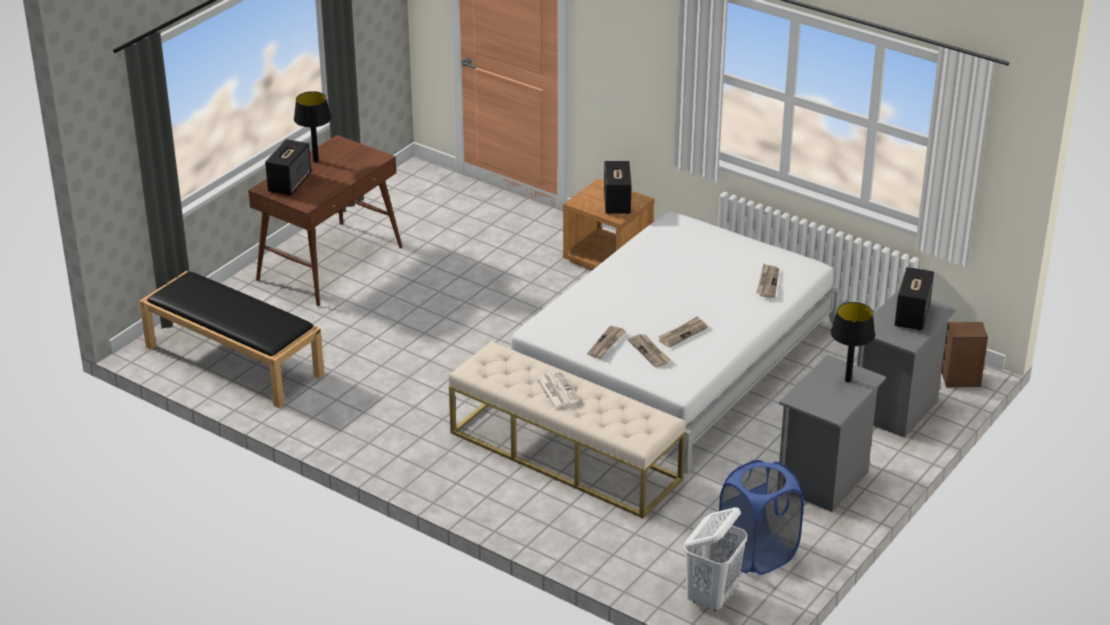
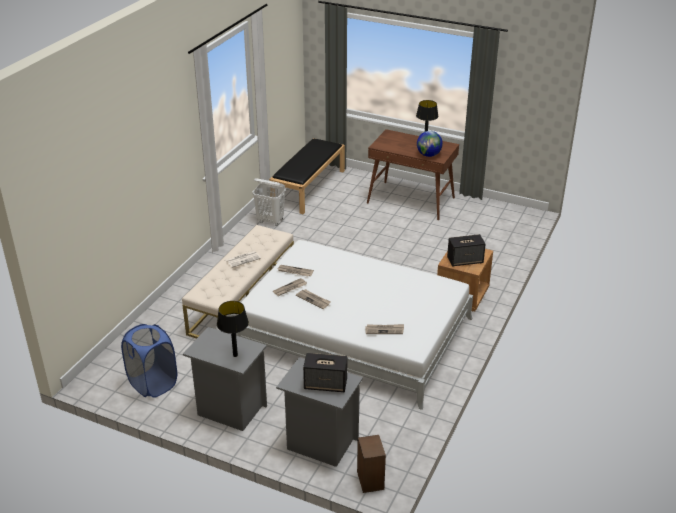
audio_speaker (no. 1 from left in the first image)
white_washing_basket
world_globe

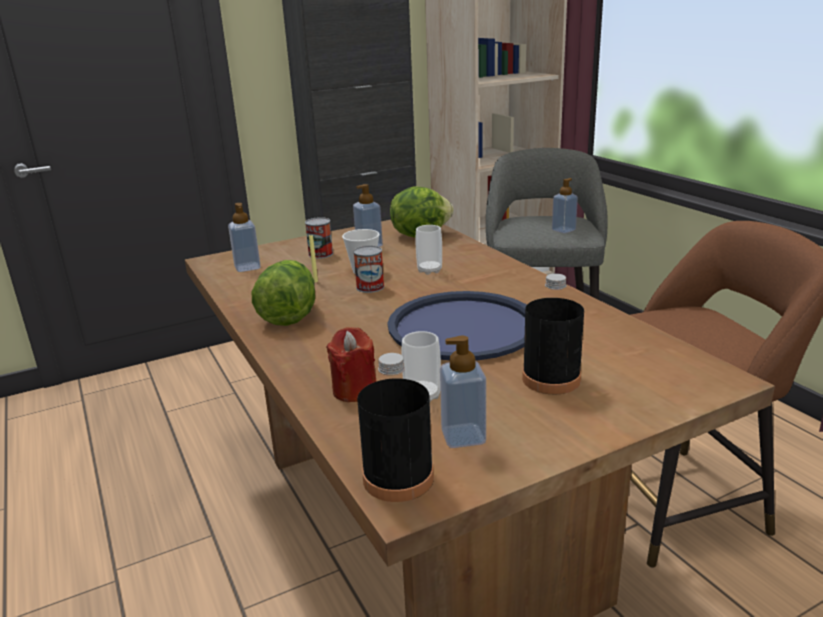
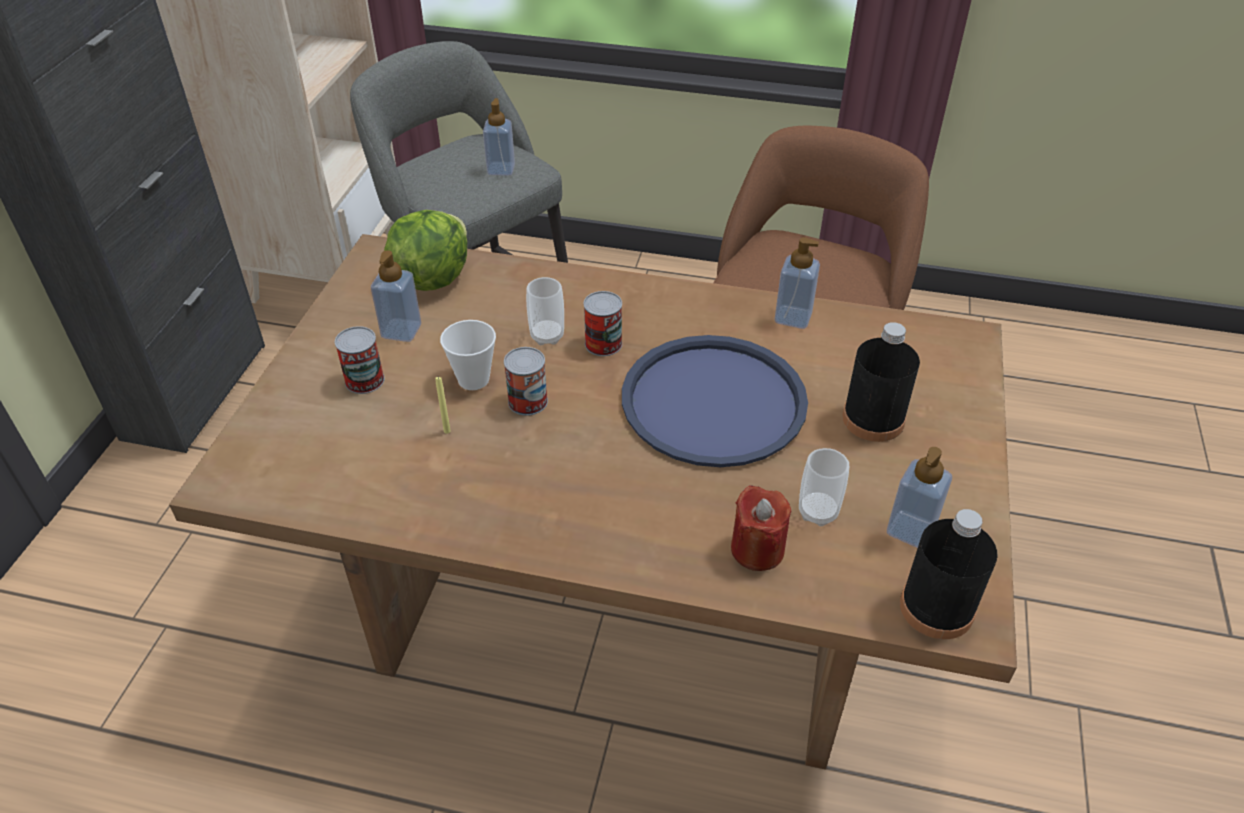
soap_dispenser (no. 3 from left)
head_of_lettuce (no. 1 from left in the first image)
sealed_can (no. 3 from left)

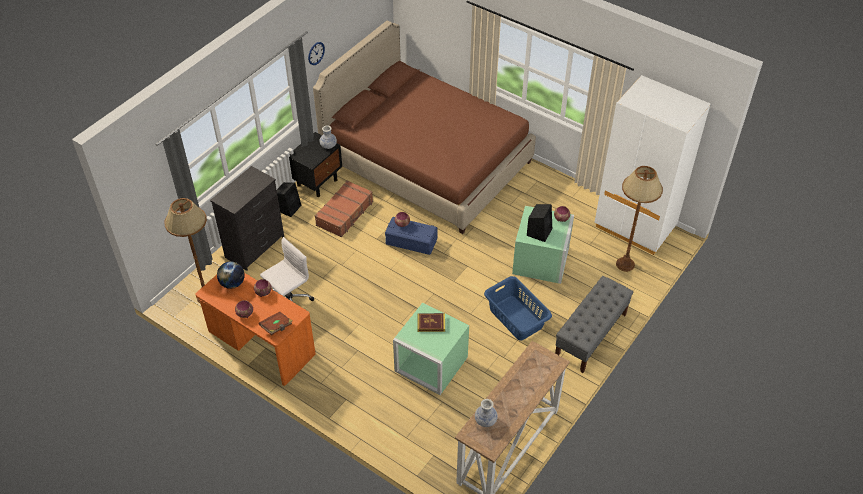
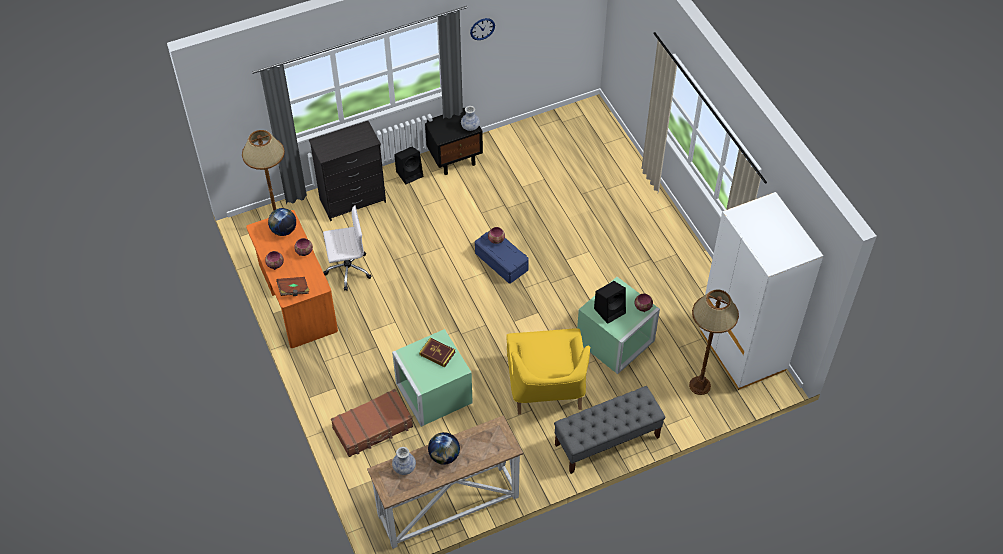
brown_sleeping_bed
brown_suitcase
yellowish_armchair
world_globe (no. 2 from left)

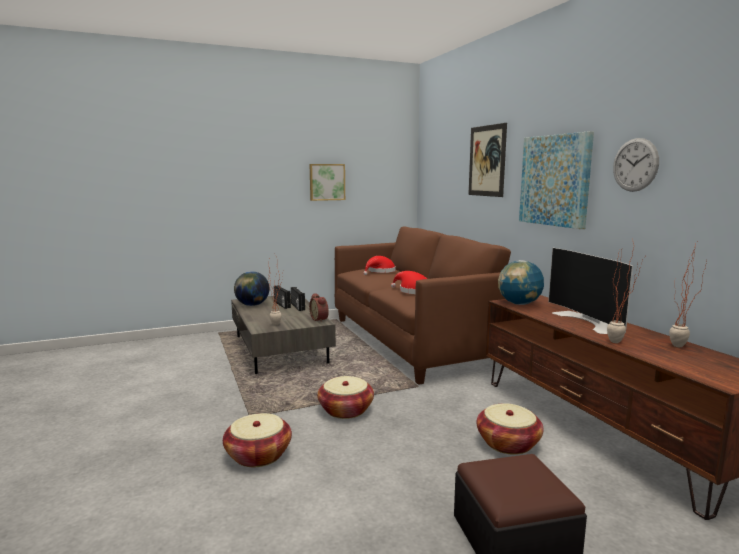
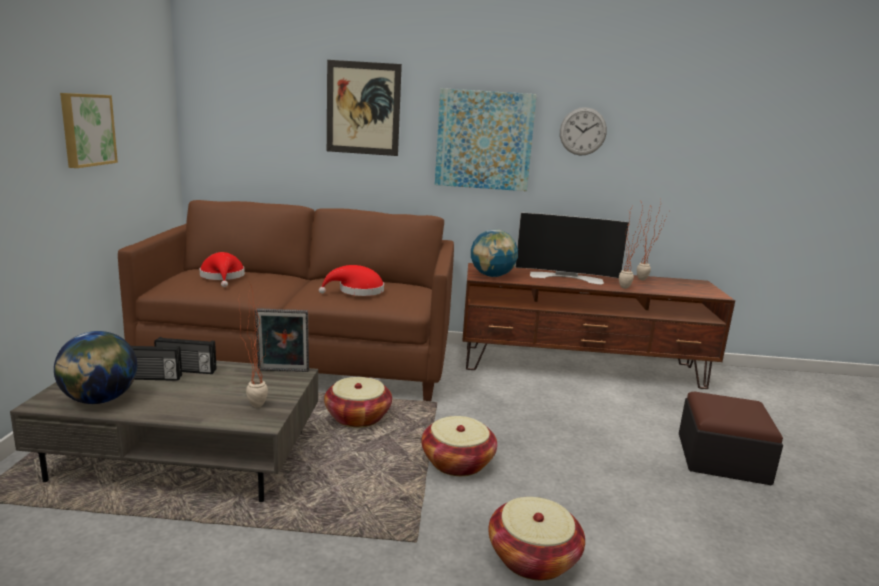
standing_frame
household_basket (no. 1 from left)

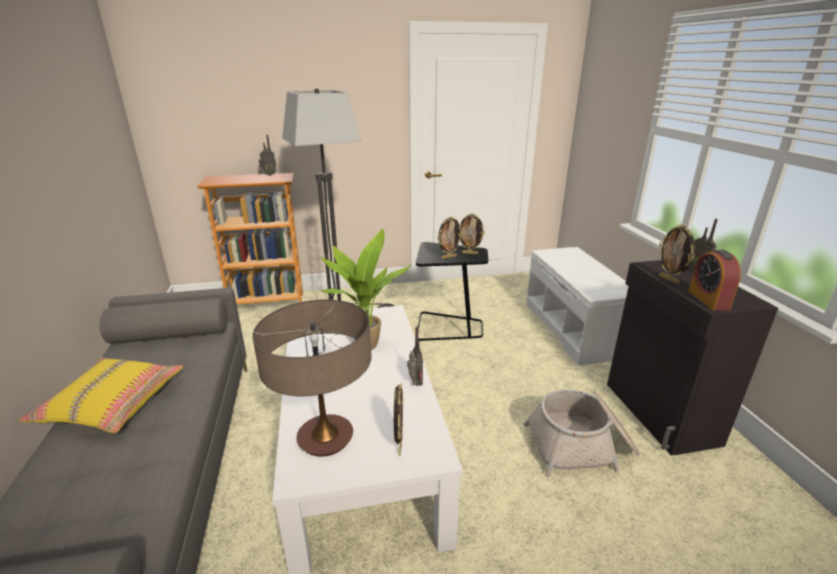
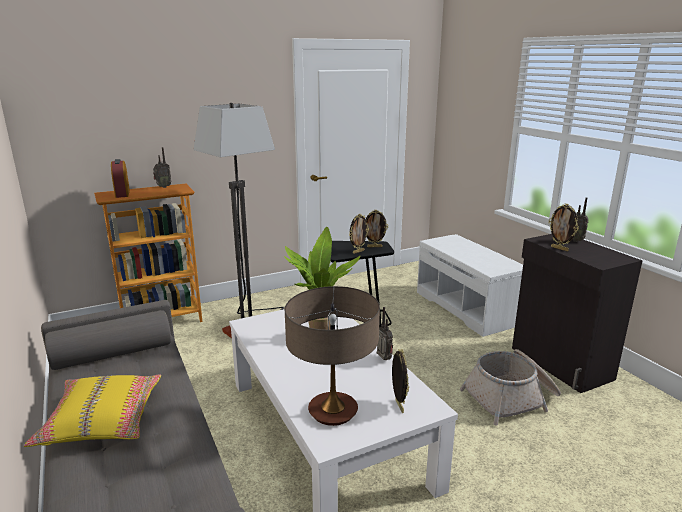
alarm_clock

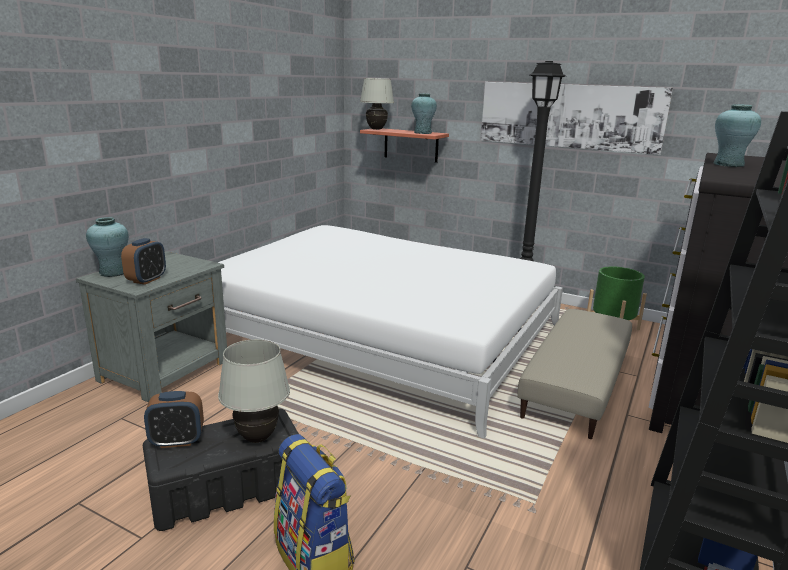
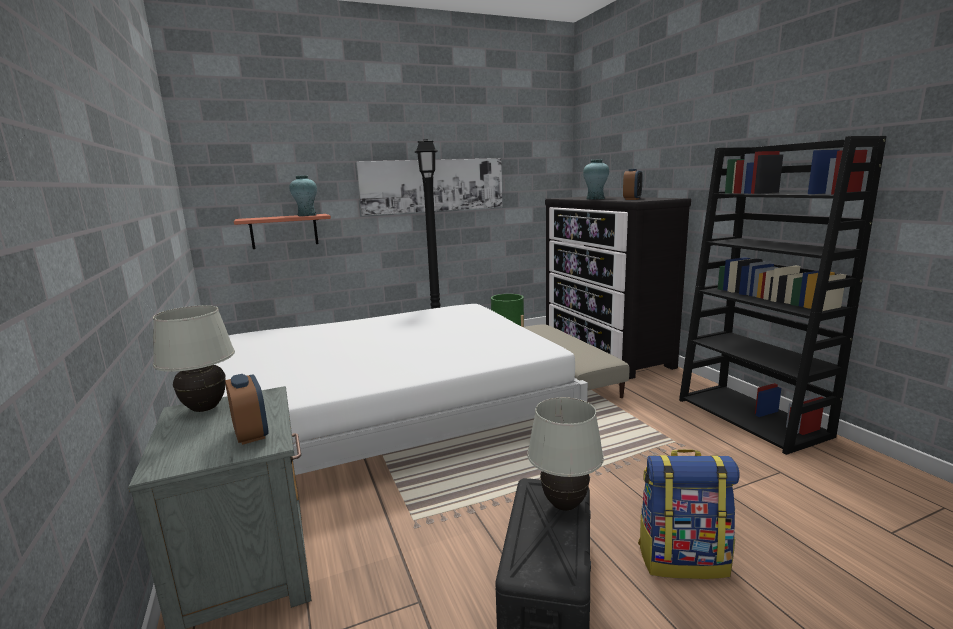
white_tabletop_lamp (no. 1 from left)
turquoise-coloured_decorative_vase (no. 1 from left in the first image)
alarm_clock (no. 2 from left)

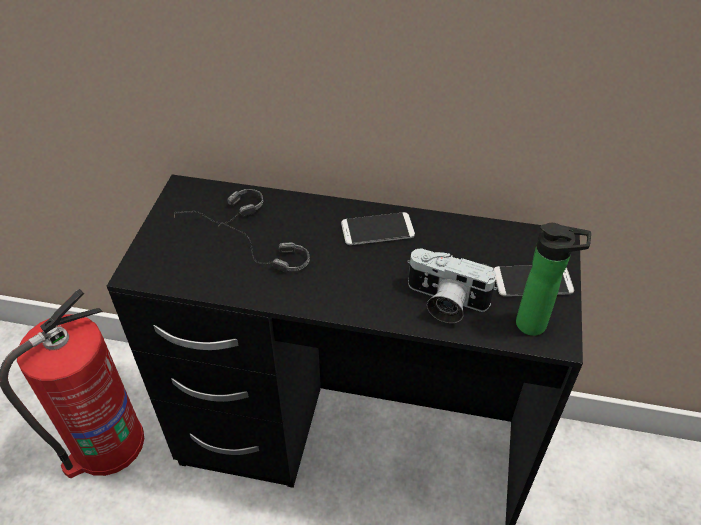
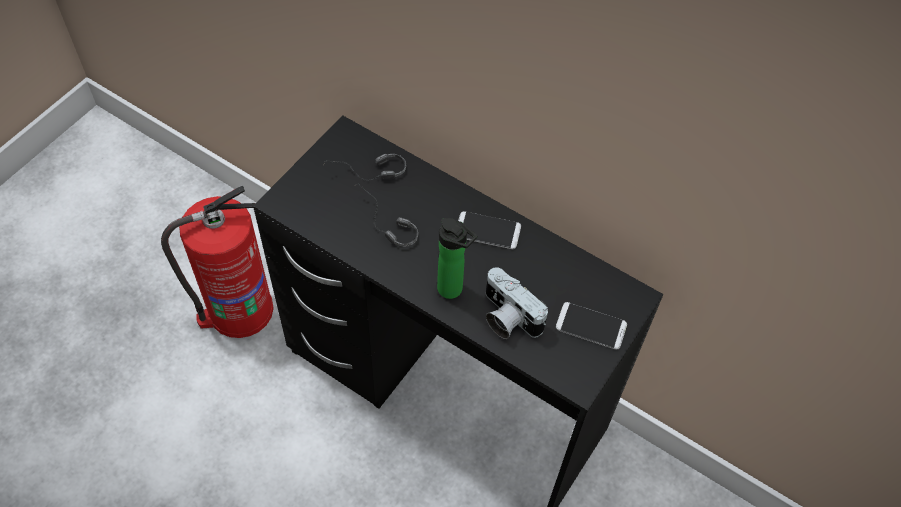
drink_bottle

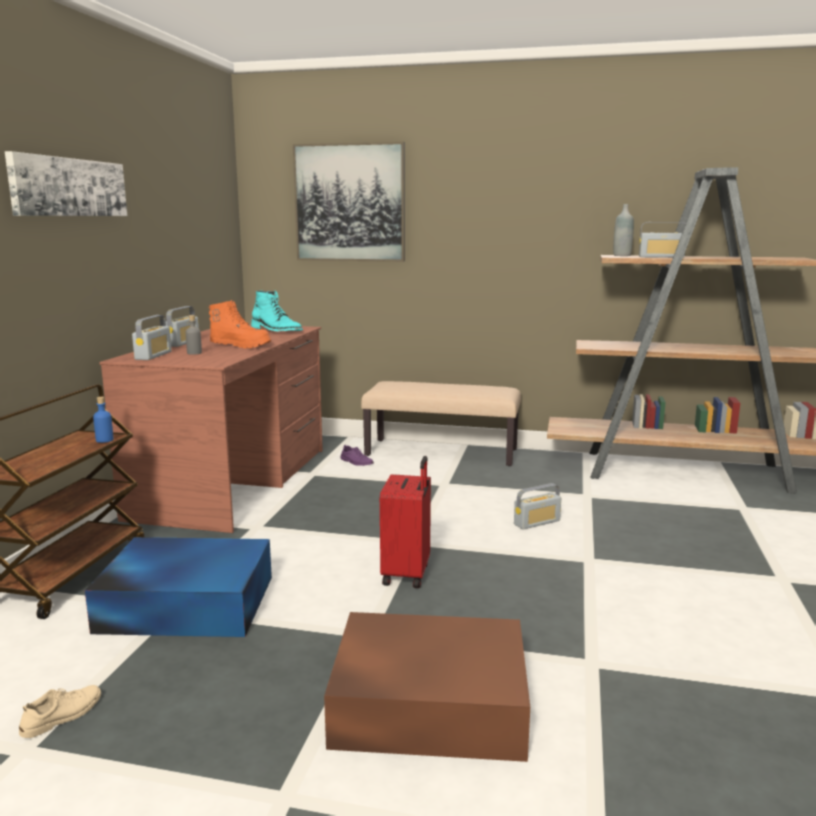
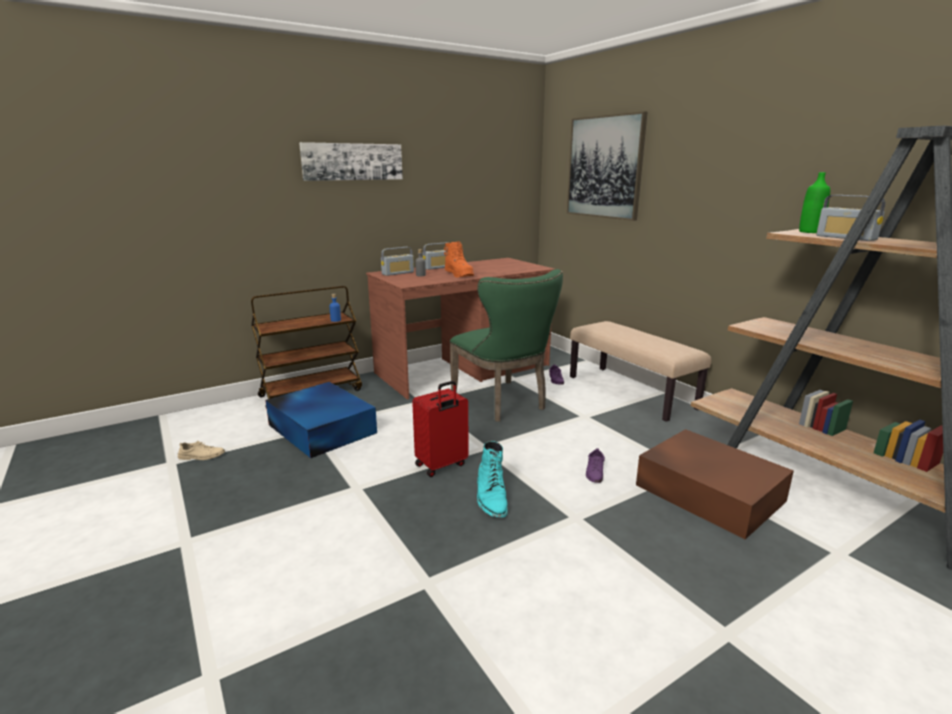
greenish_drink_bottle
turquoise-coloured_high-top_boot
purple-coloured_item_of_footwear (no. 2 from left)
brown_storage_container
greenish_chair

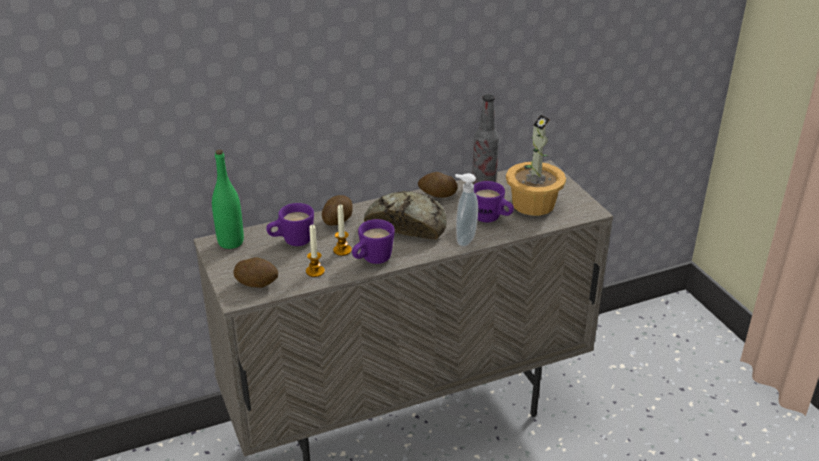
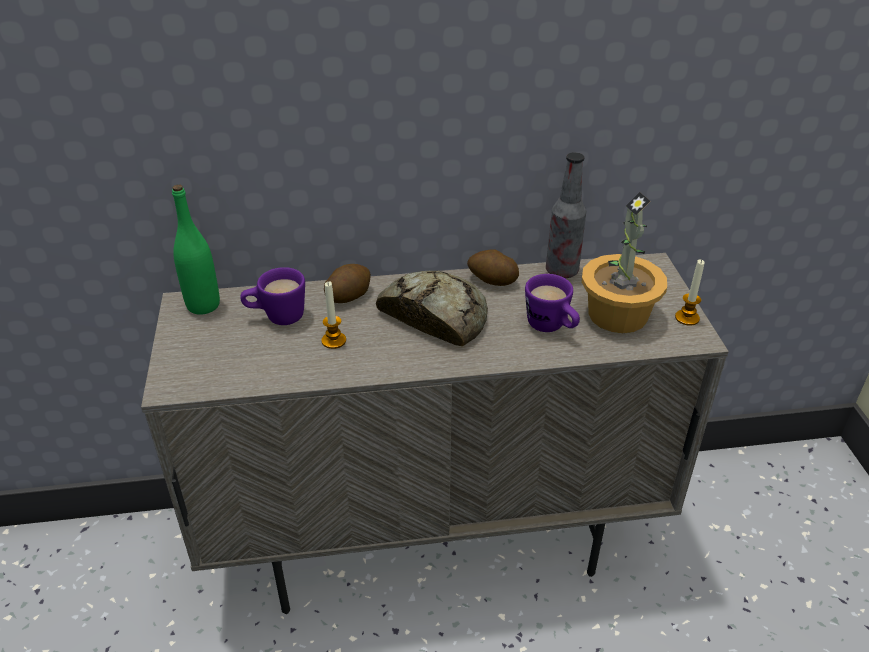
soap_dispenser
purple-coloured_coffee_mug (no. 2 from left in the first image)
wax_candle (no. 2 from left)
potato (no. 1 from left in the first image)

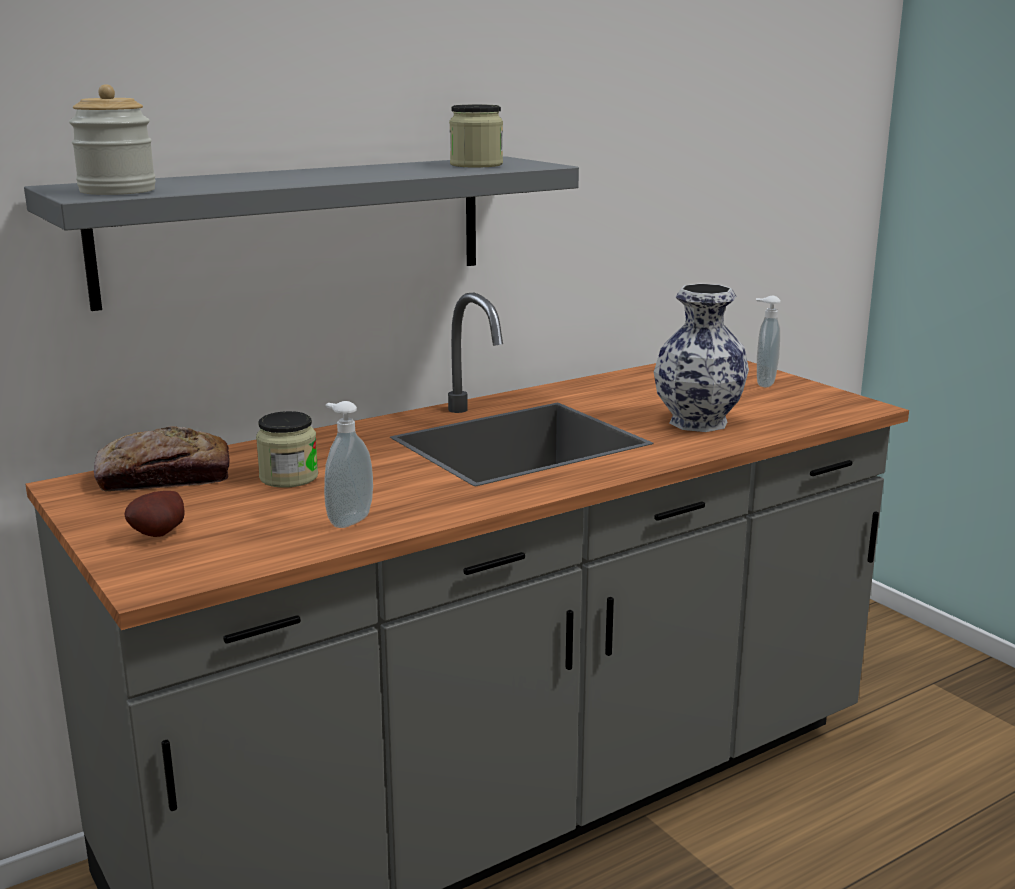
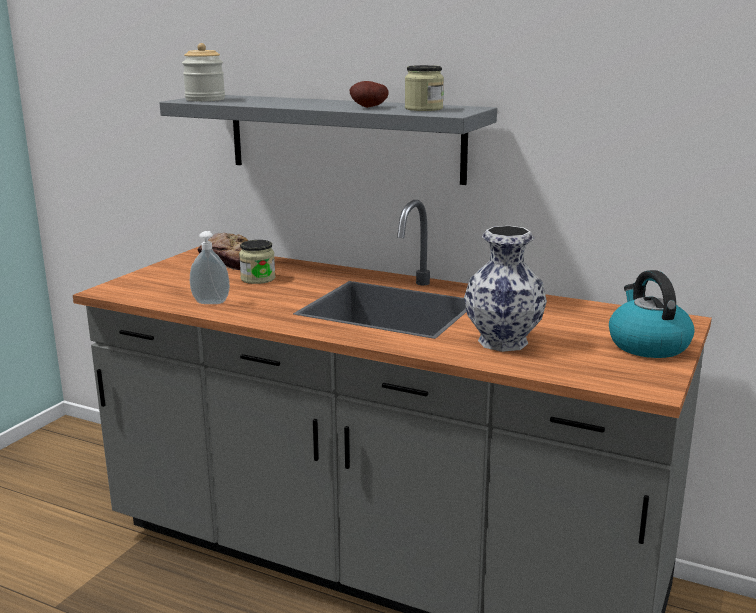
tea_kettle
potato

